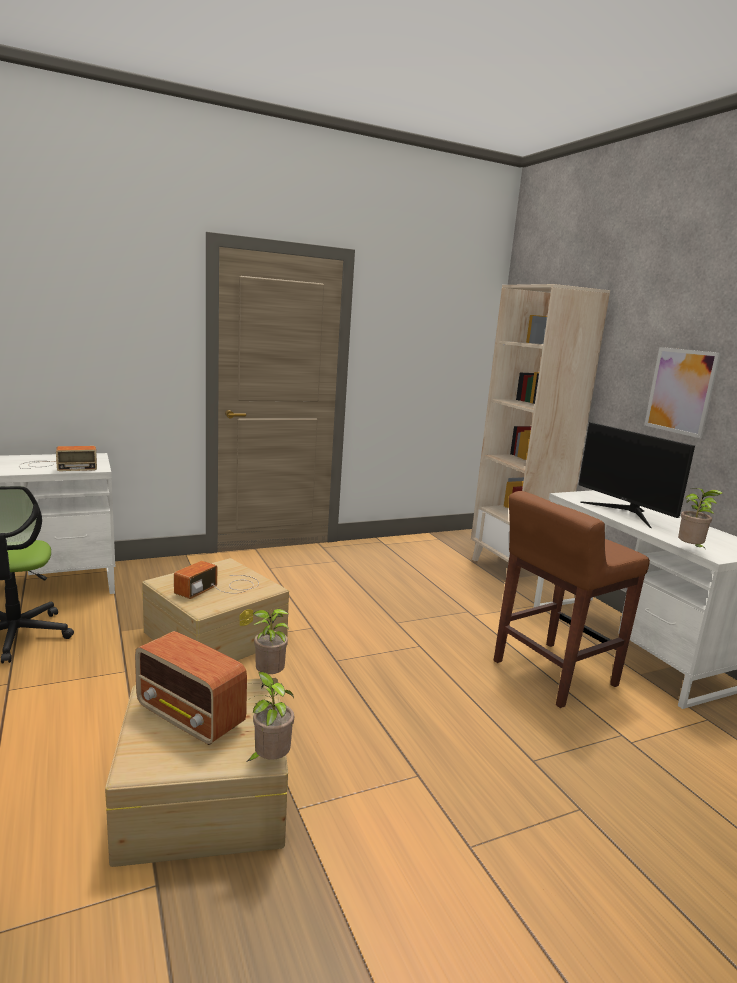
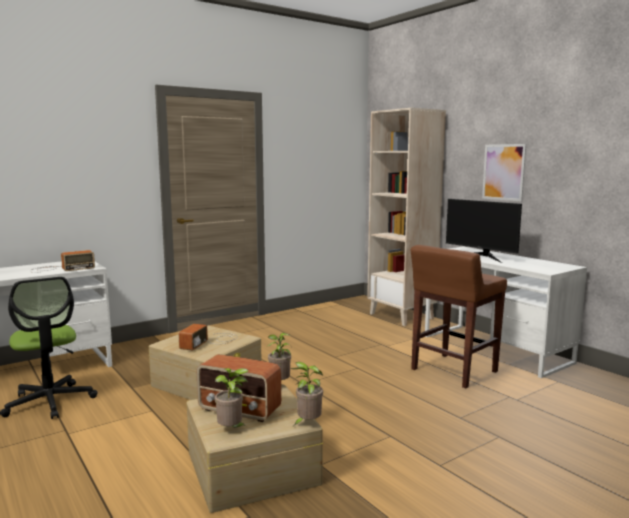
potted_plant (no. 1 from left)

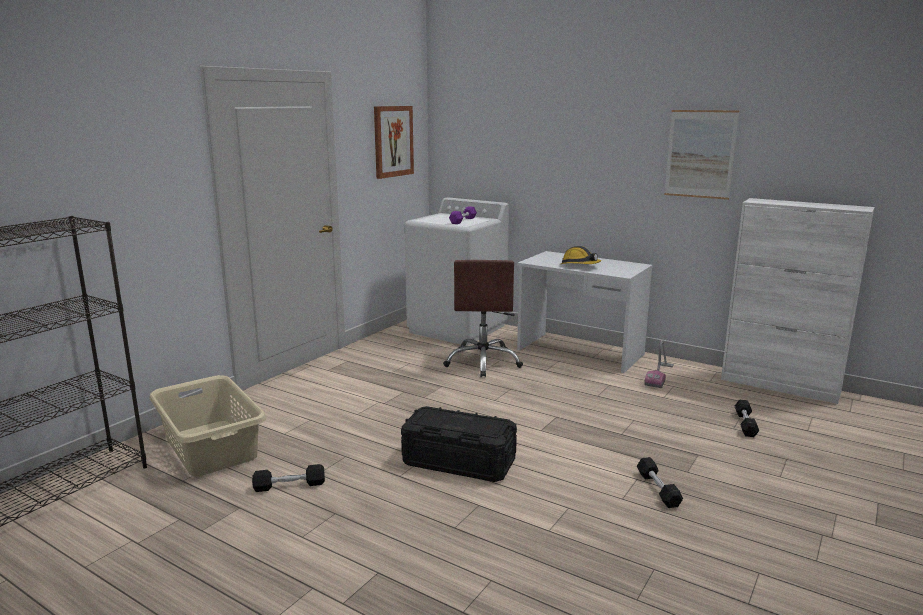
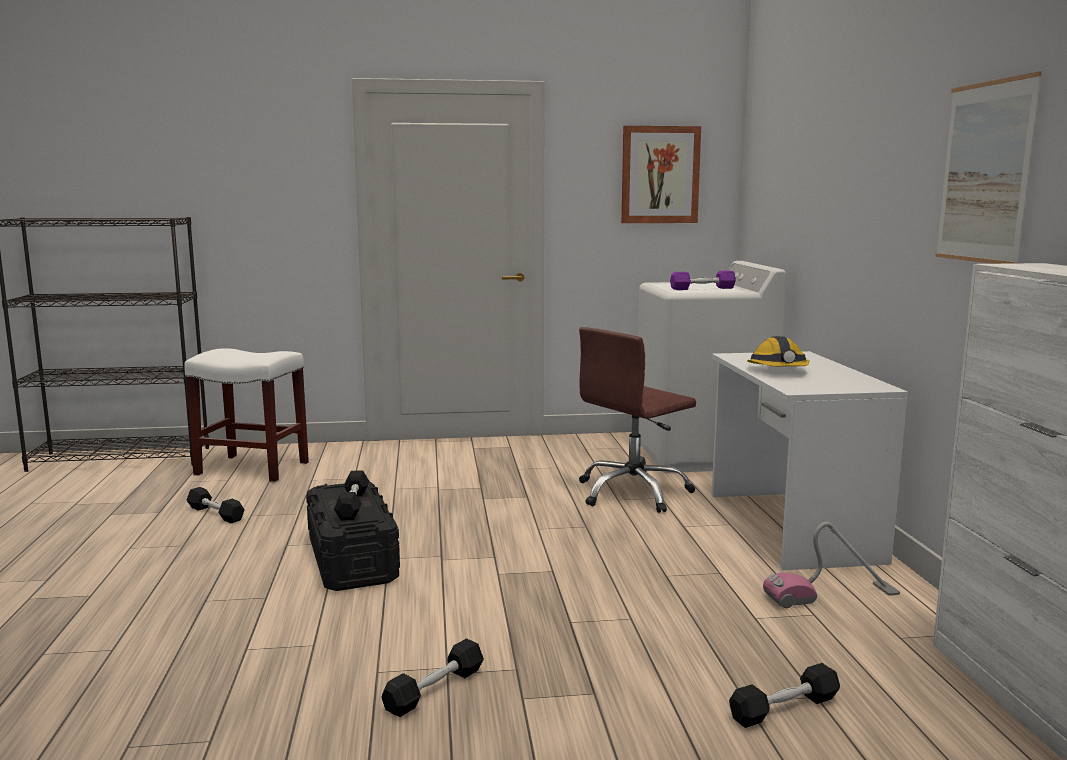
white_stool
blackish_free_weight (no. 2 from left)

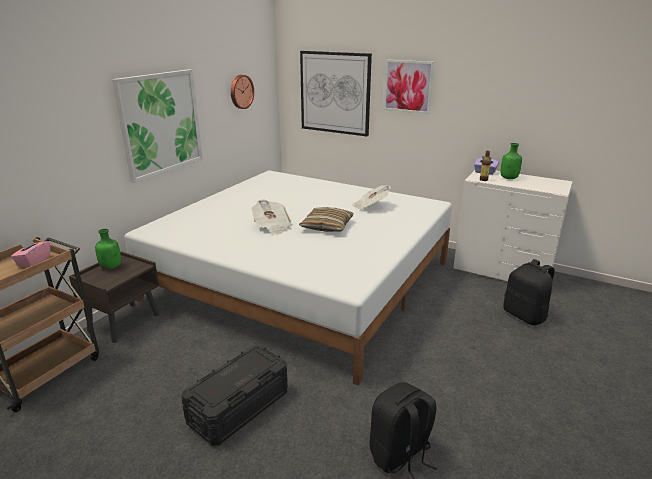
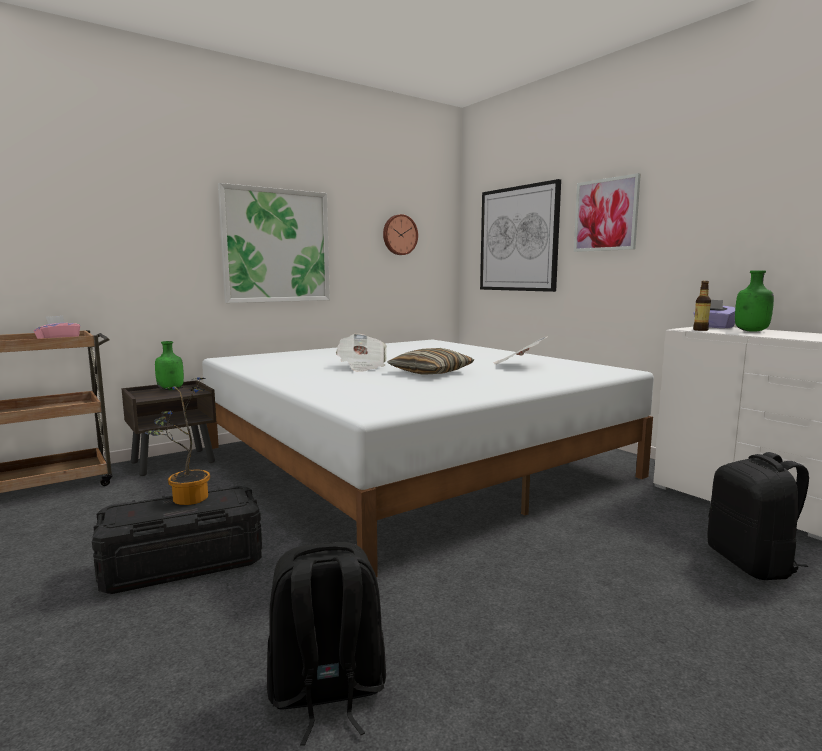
potted_plant

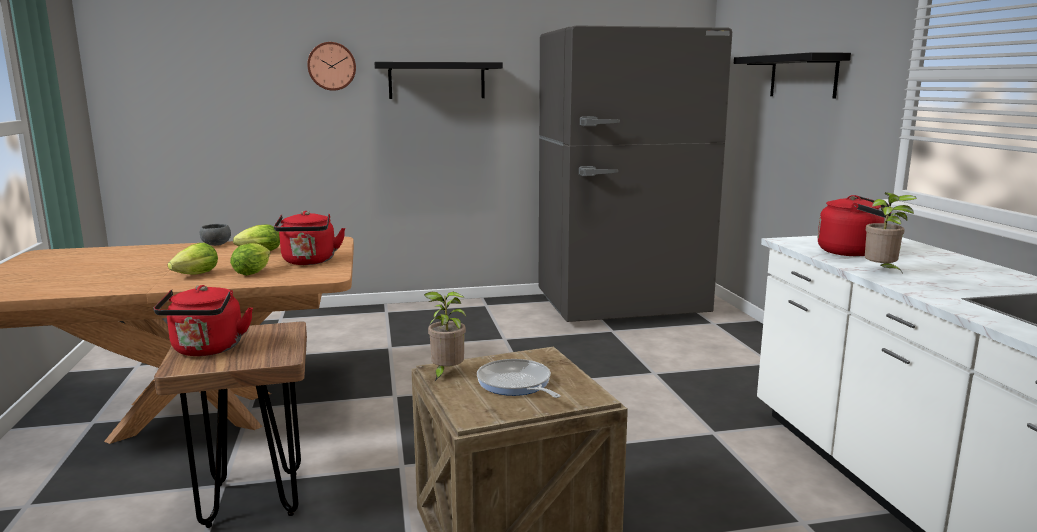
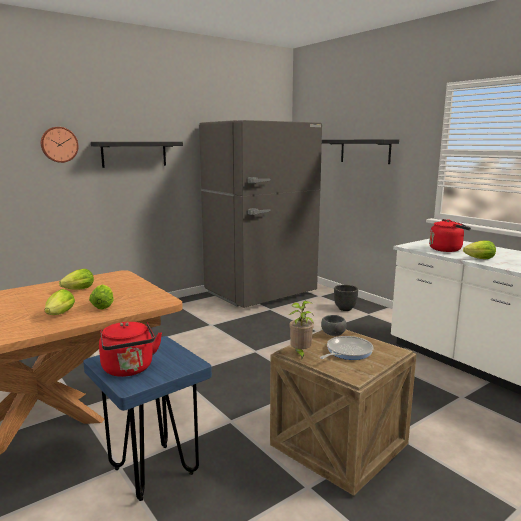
head_of_lettuce (no. 4 from left)
reddish_tea_kettle (no. 2 from left in the first image)
gray_deep_dish
blue_stool
skillet
blackish_plant_pot

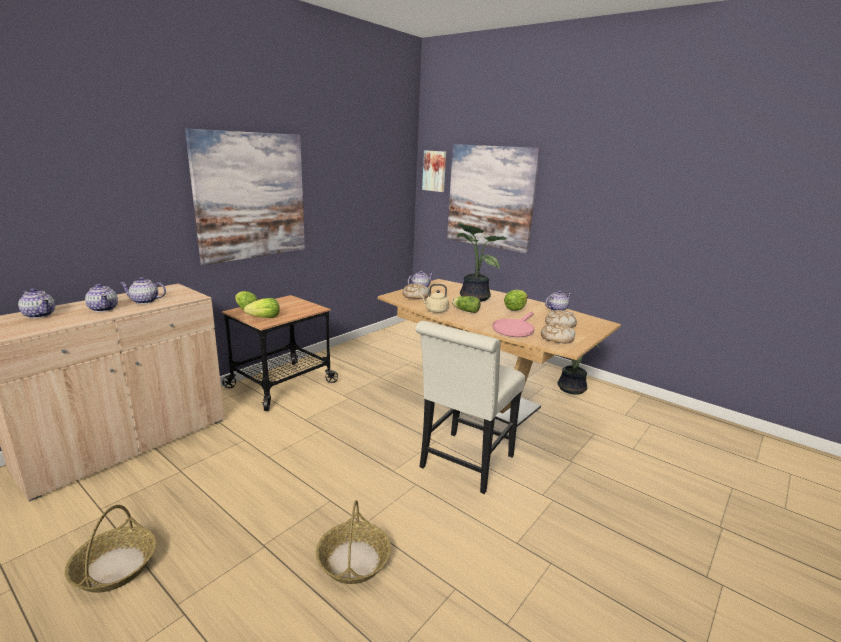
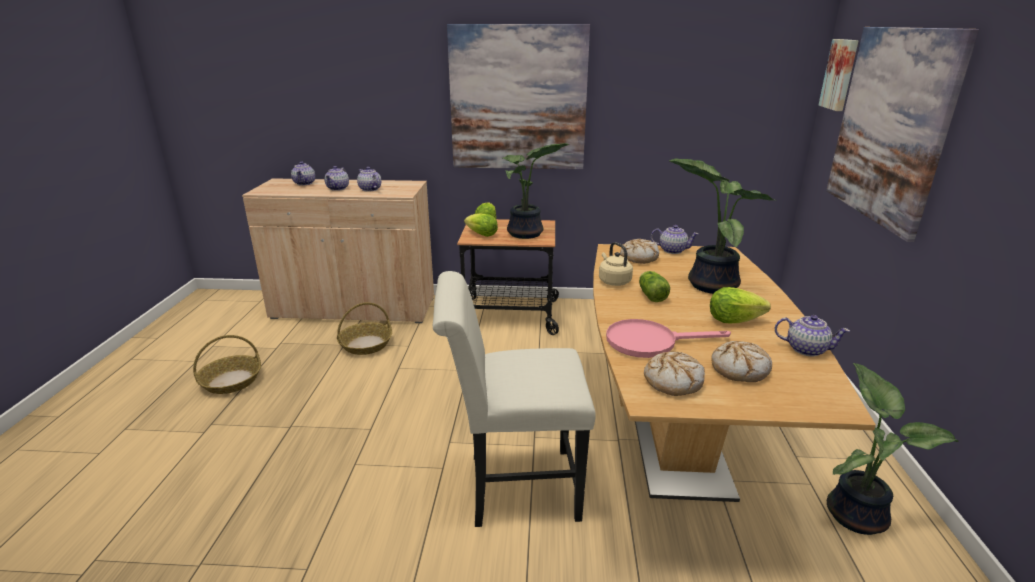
household_basket (no. 2 from left)
potted_plant (no. 1 from left)

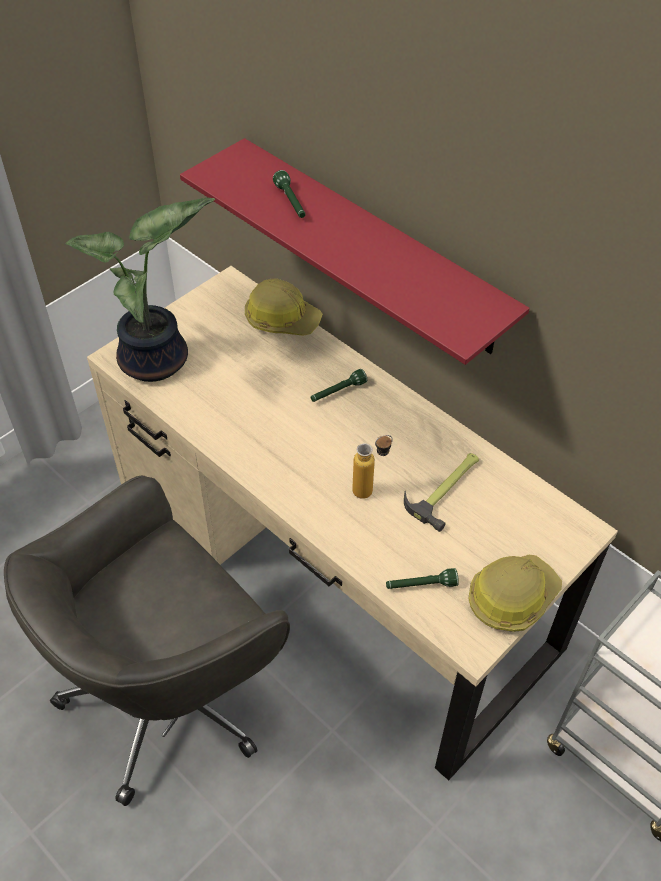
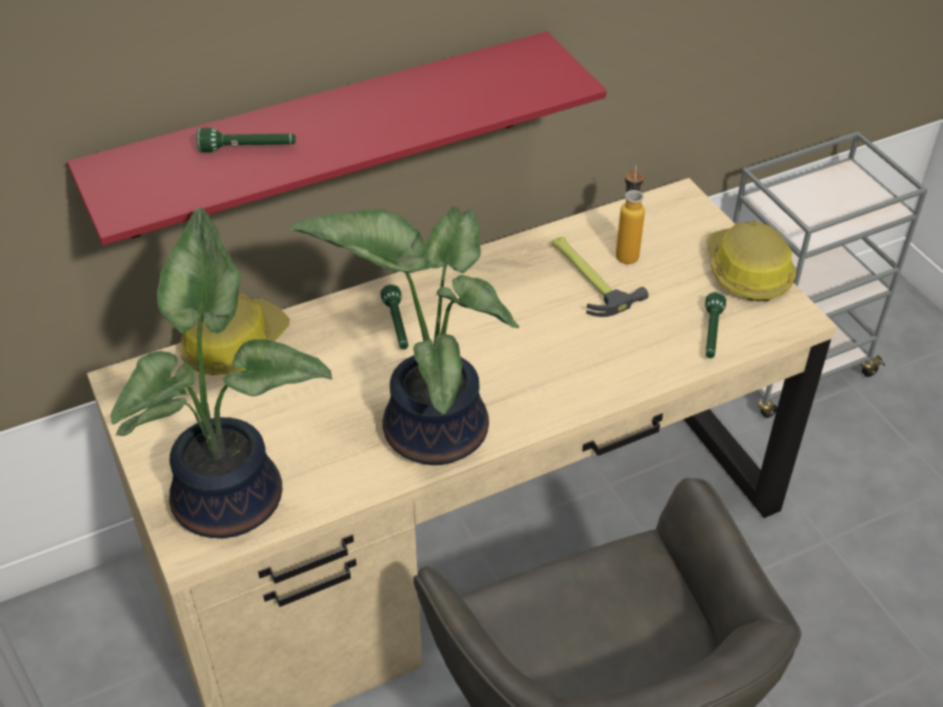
drink_bottle
potted_plant (no. 2 from left)

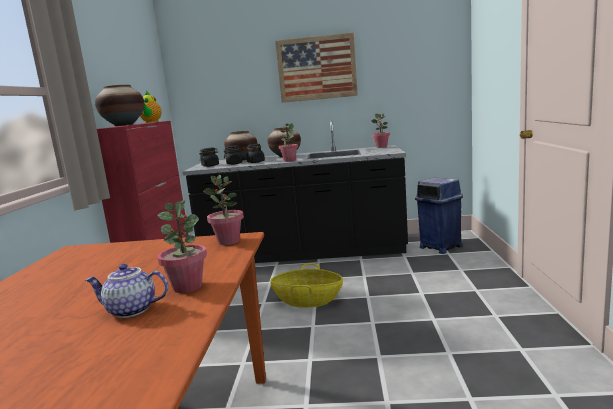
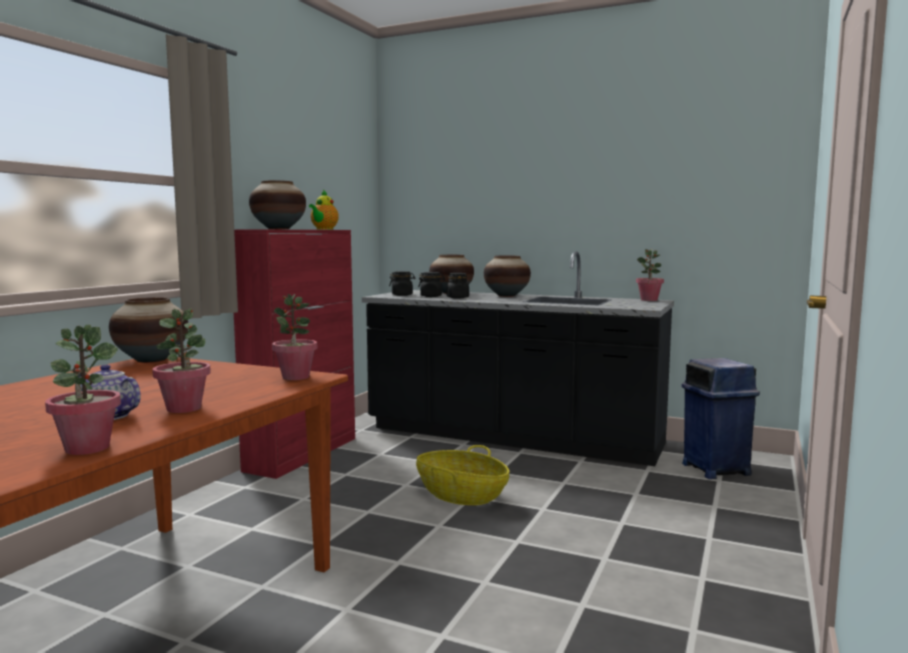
wall_picture
potted_plant (no. 1 from left)
decorative_vase (no. 1 from left)

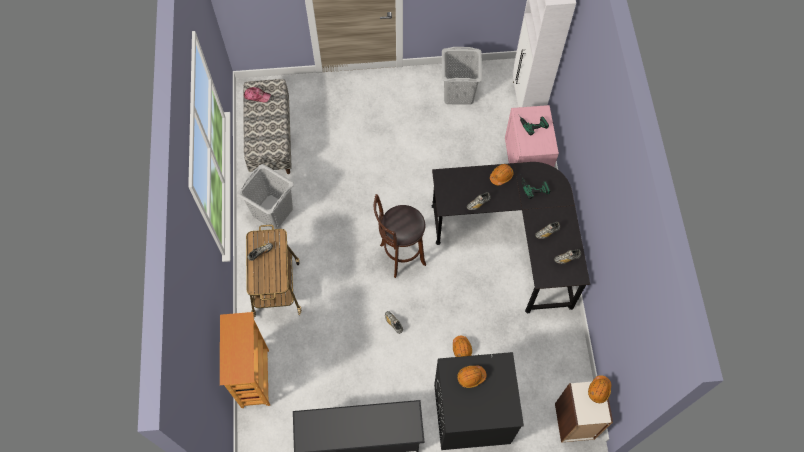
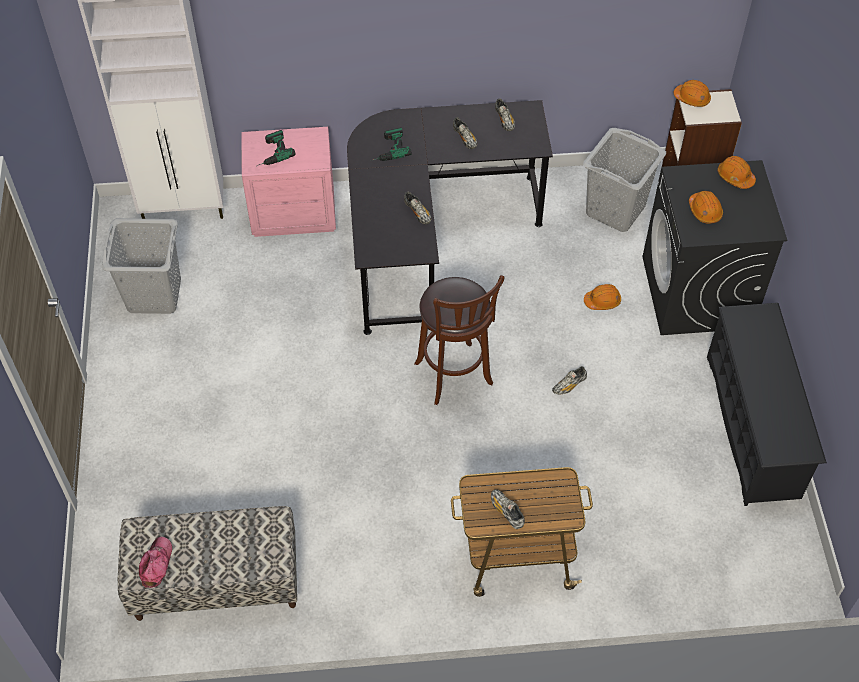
gray_washing_basket (no. 2 from left)
orange-coloured_hard_hat (no. 4 from left)
bookcase (no. 1 from left in the first image)

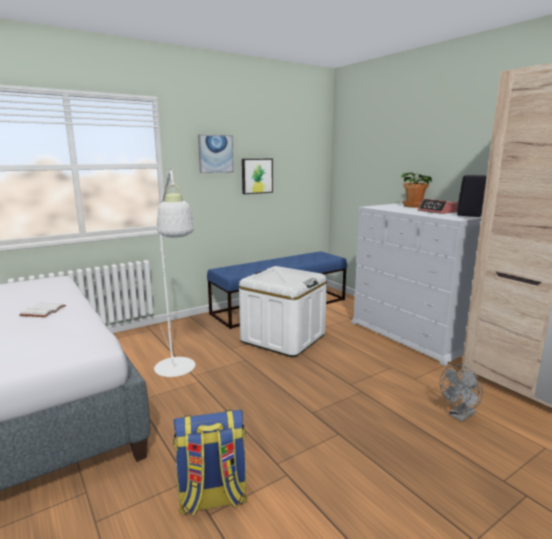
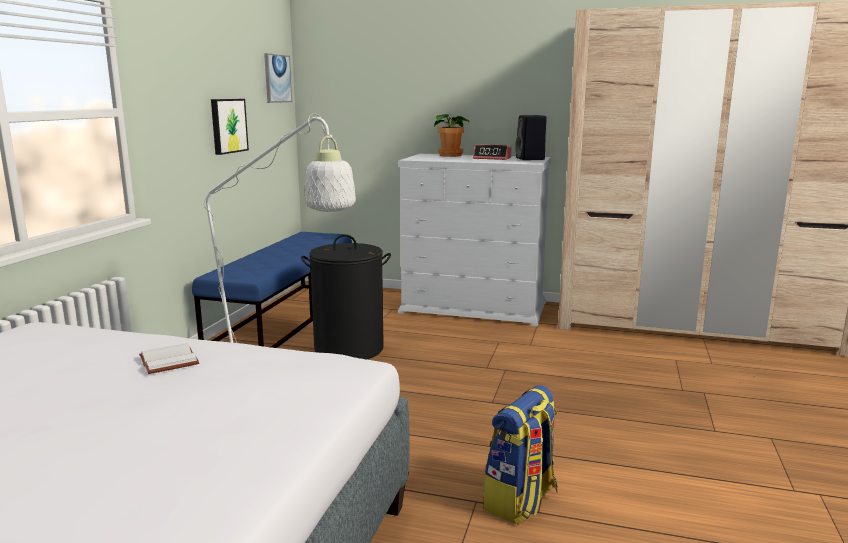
wall_picture (no. 2 from left)
blackish_washing_basket
gray_cooling_fan

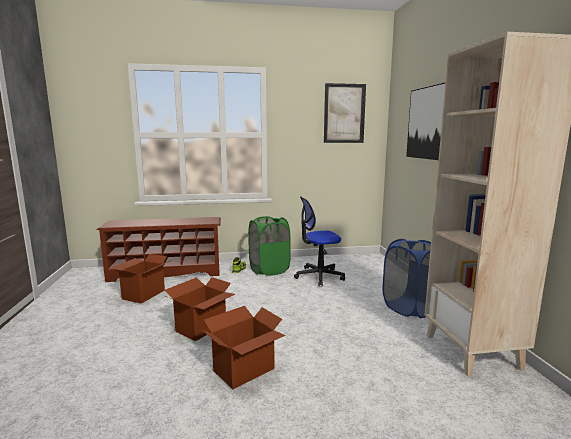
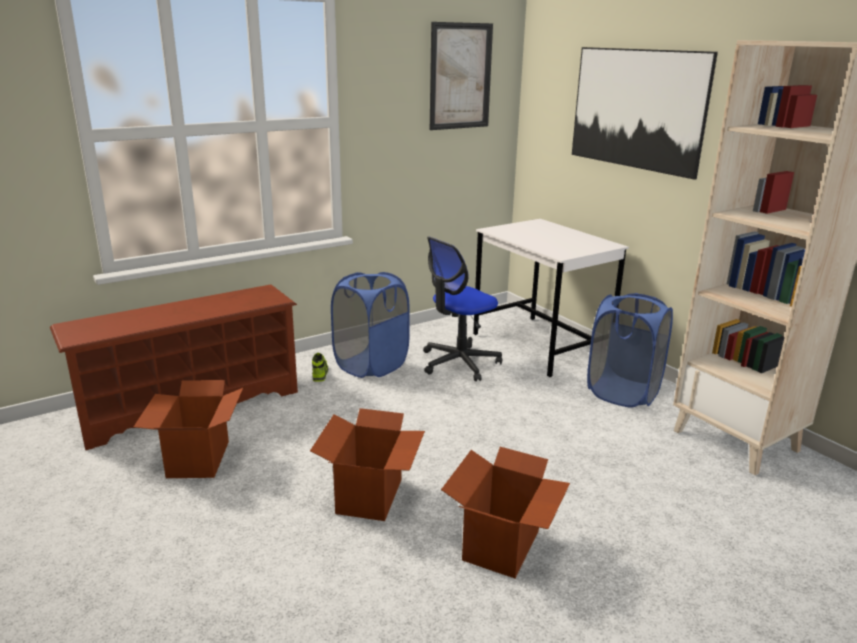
blue_washing_basket (no. 1 from left)
white_desk_table

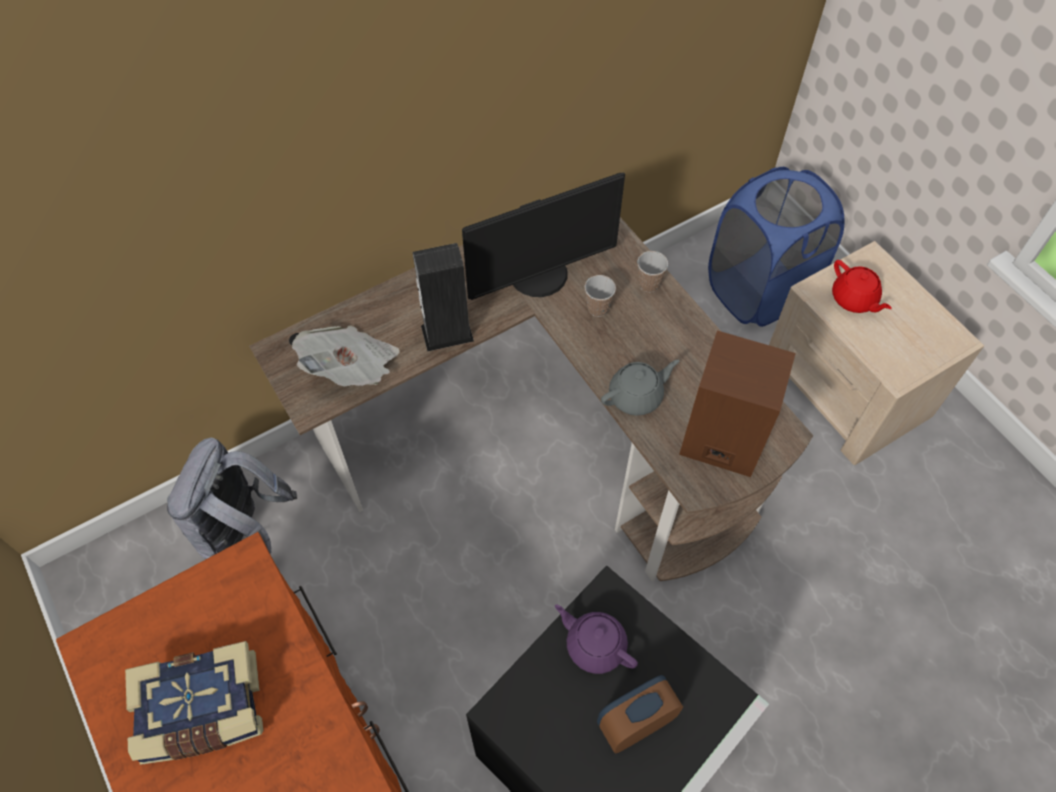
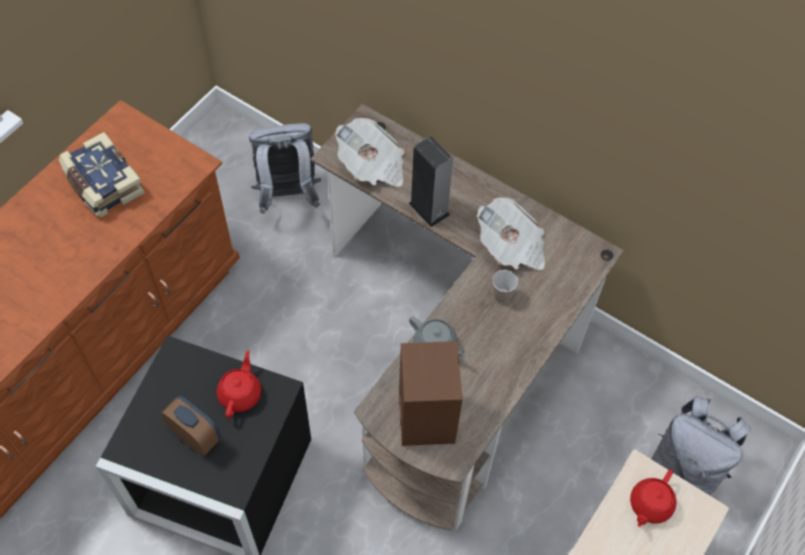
gray_knapsack (no. 2 from left)
printed_paper (no. 2 from left)
drinking_cup (no. 2 from left in the first image)
reddish_tea_pot (no. 1 from left)

